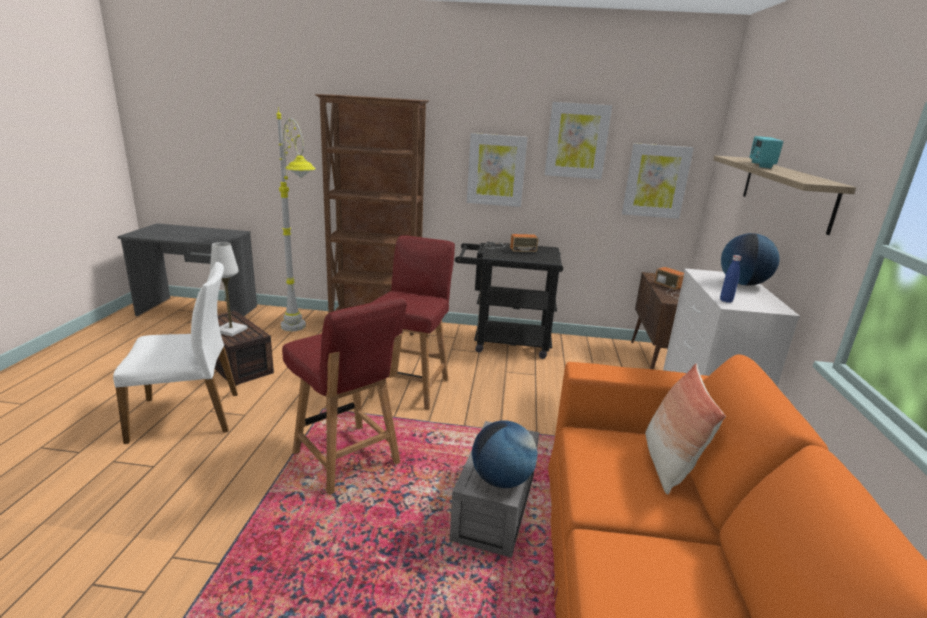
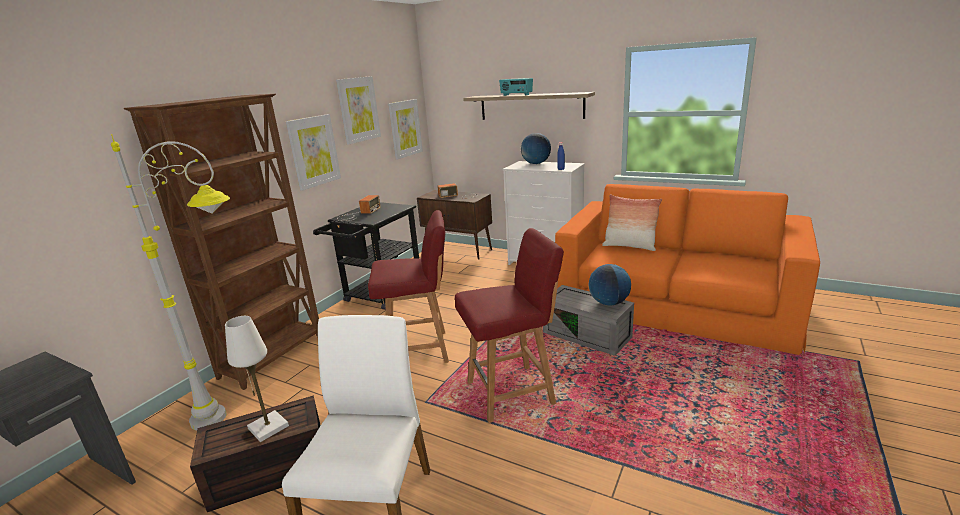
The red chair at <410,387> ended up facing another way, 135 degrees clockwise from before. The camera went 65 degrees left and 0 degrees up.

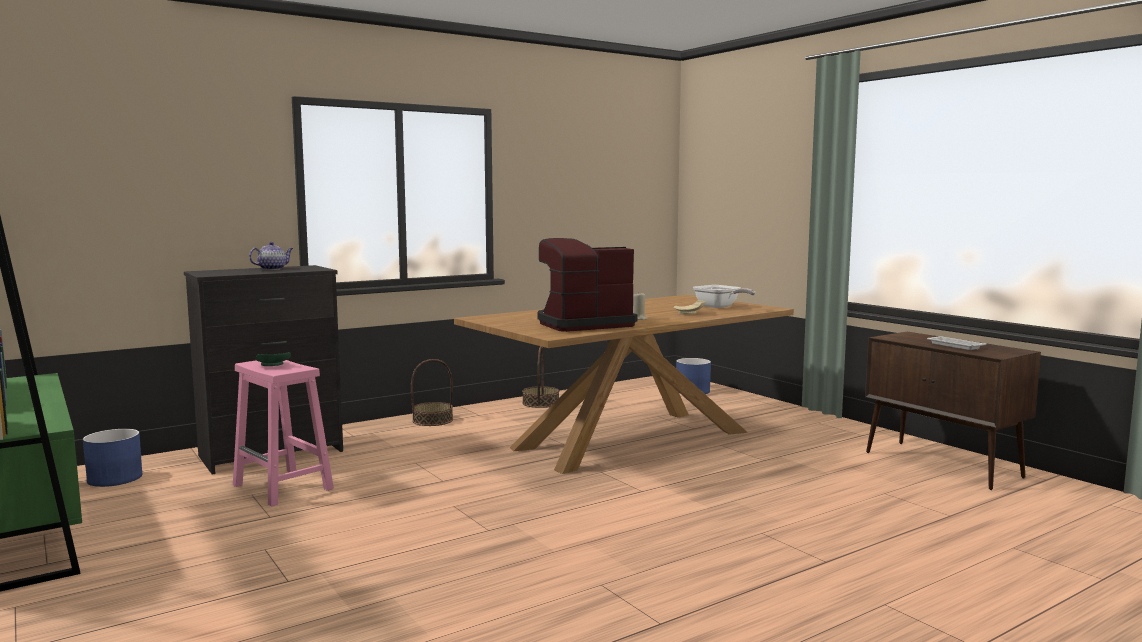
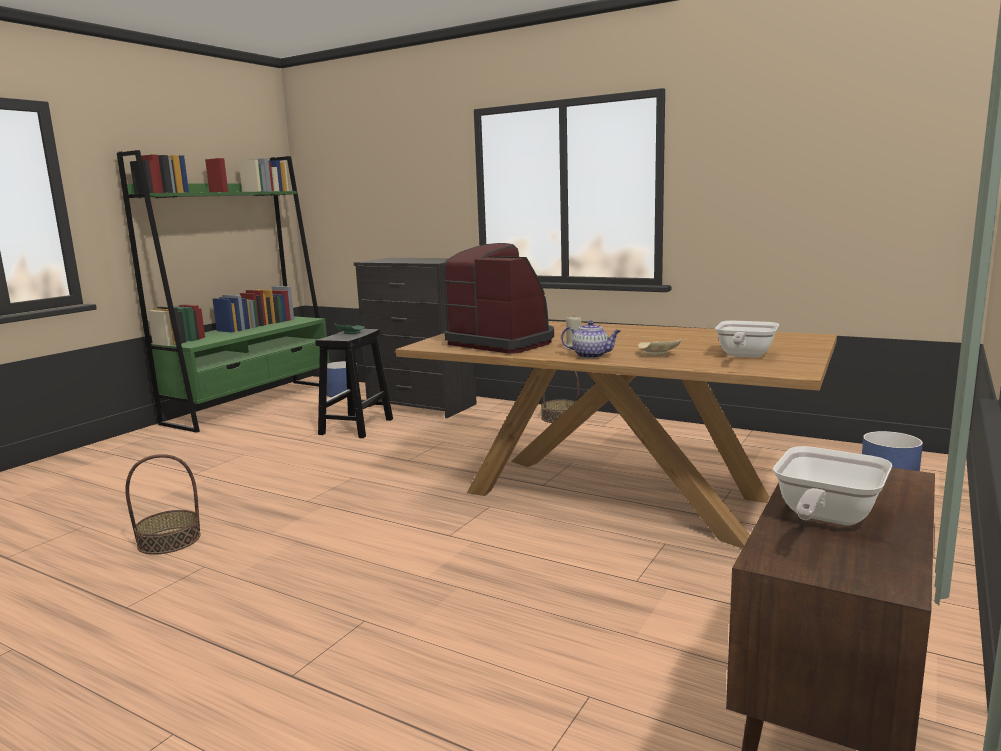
The teapot ended up elsewhere, having gone from <272,269> to <591,356>. The basket ended up elsewhere, having gone from <541,403> to <169,541>. Where the white tray stood at <954,346>, the frying pan came to stand at <824,518>. What was the pink stool at <284,487> turned into the black stool at <356,427>. The camera went 65 degrees right and 5 degrees up.

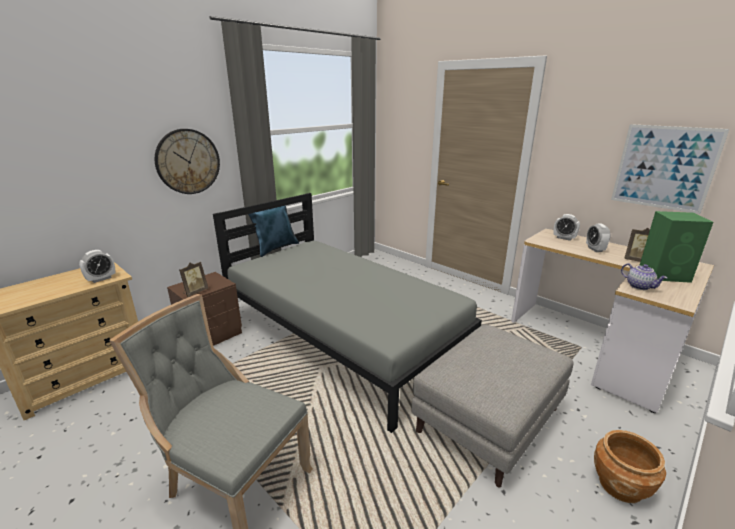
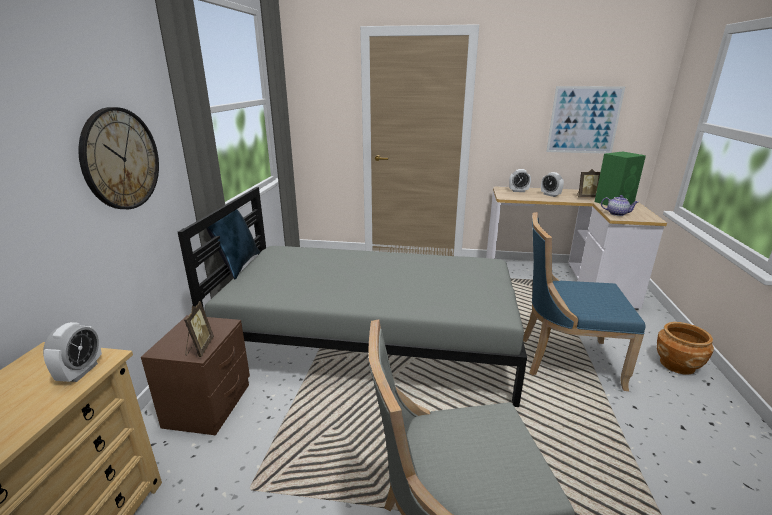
Where the grey ottoman stood at <488,419>, the blue chair came to stand at <564,360>. The camera went 35 degrees left and 0 degrees up.

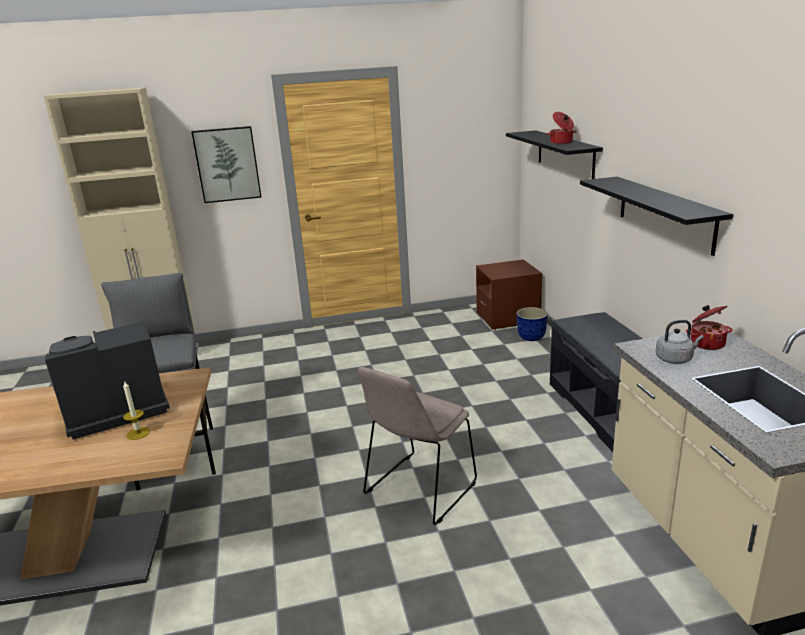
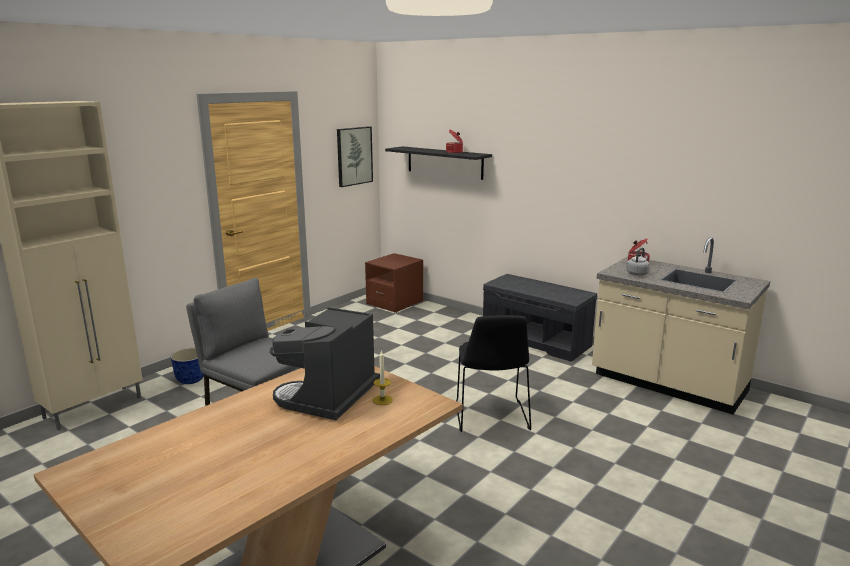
The second view lost the black shelf at <665,213>. The picture ended up elsewhere, having gone from <227,164> to <354,156>. The planter ended up elsewhere, having gone from <531,338> to <191,380>. What was the beige chair at <418,490> turned into the black chair at <491,418>. The camera went 40 degrees left and 5 degrees down.

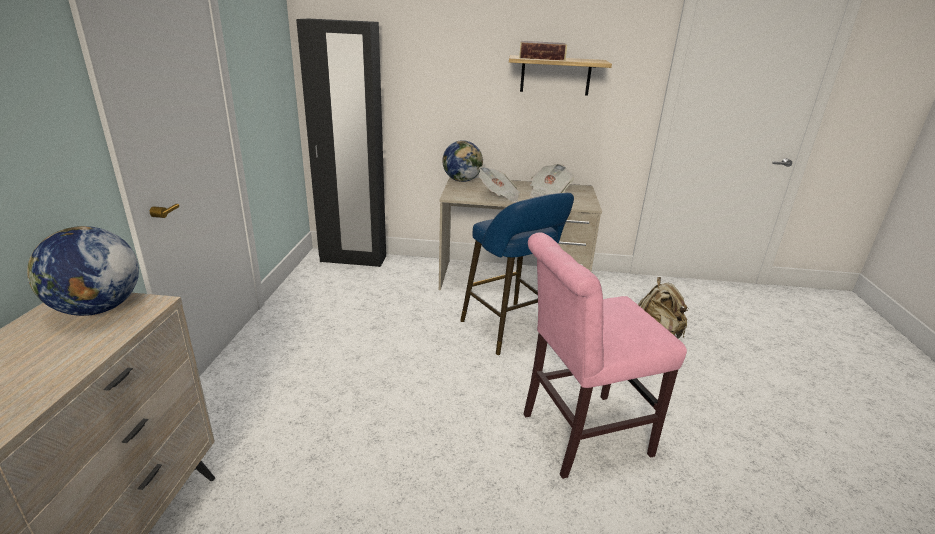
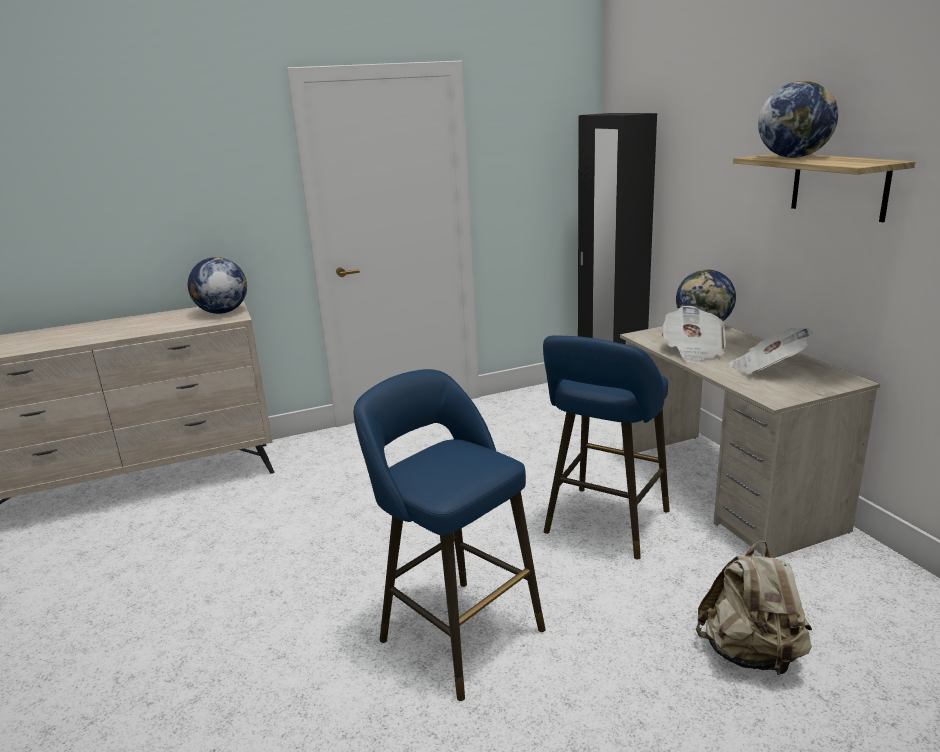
Where the book stood at <541,58>, the globe came to stand at <793,157>. Where the pink chair stood at <579,435>, the blue stool came to stand at <455,631>. The camera went 65 degrees right and 5 degrees down.

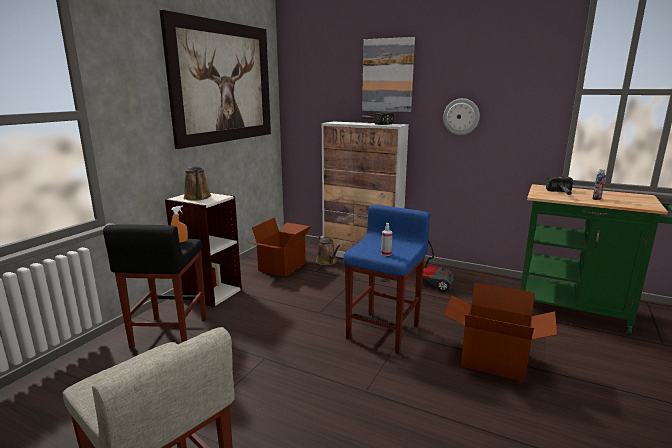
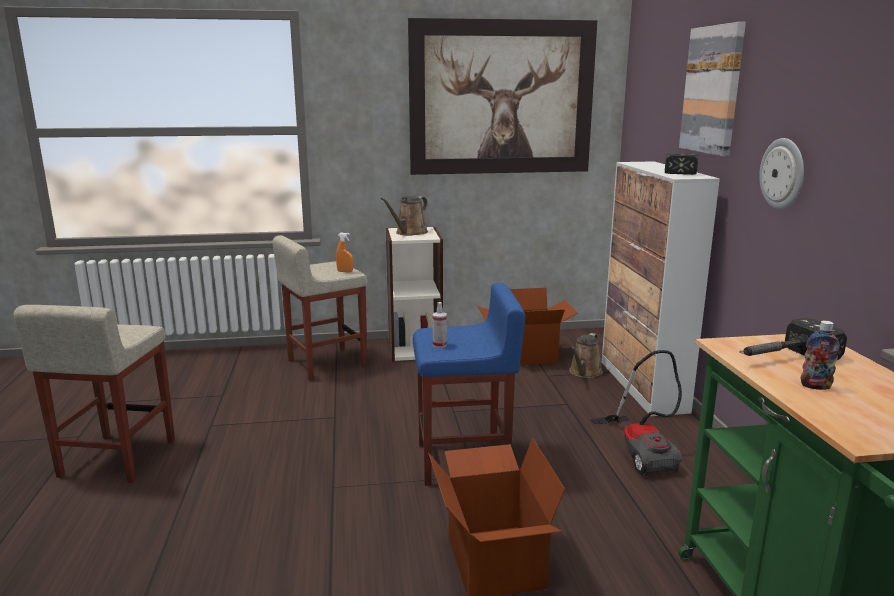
What was the black stool at <169,333> turned into the beige stool at <325,364>. The camera went 55 degrees right and 0 degrees up.

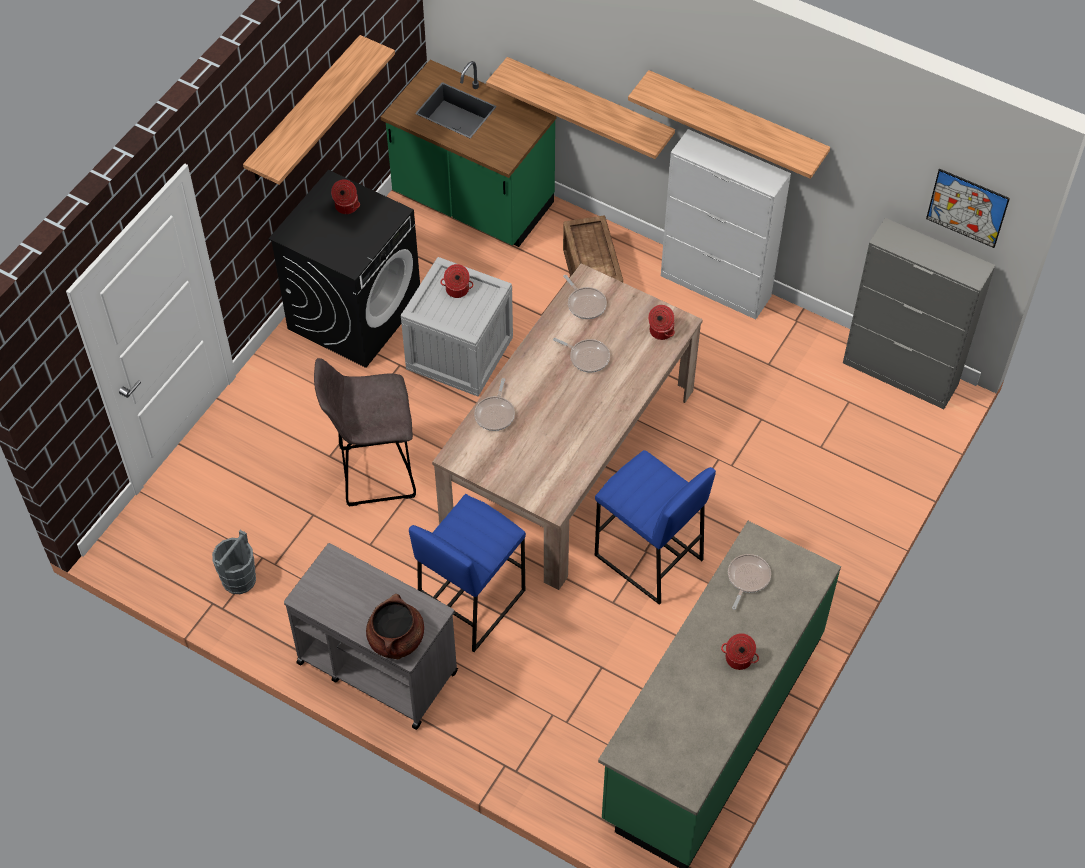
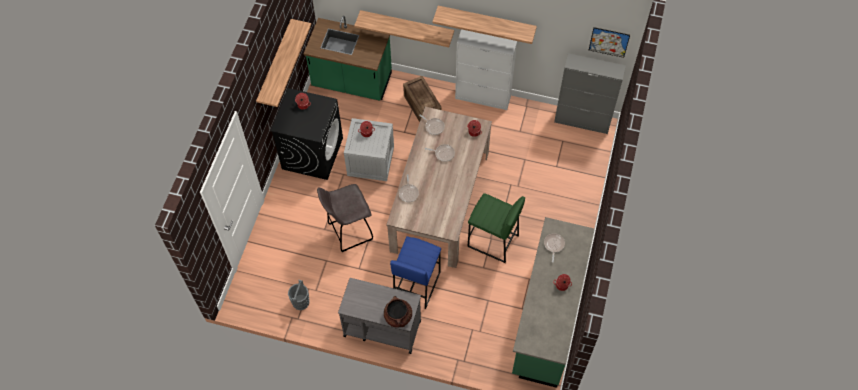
What was the blue stool at <648,558> turned into the green stool at <492,241>. The camera went 15 degrees left and 5 degrees up.

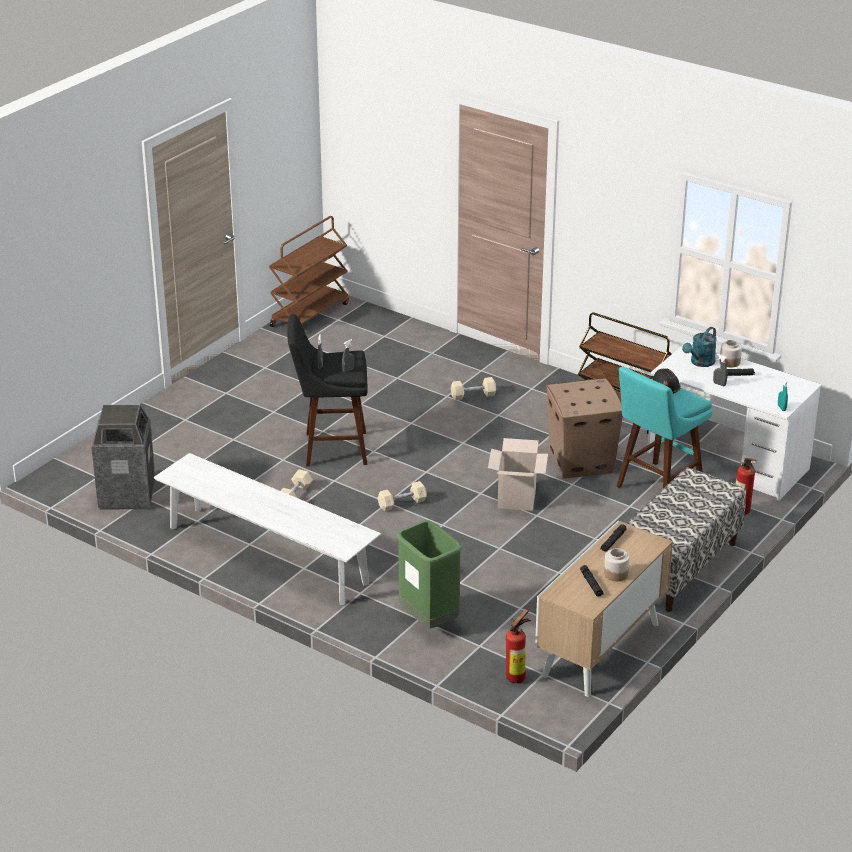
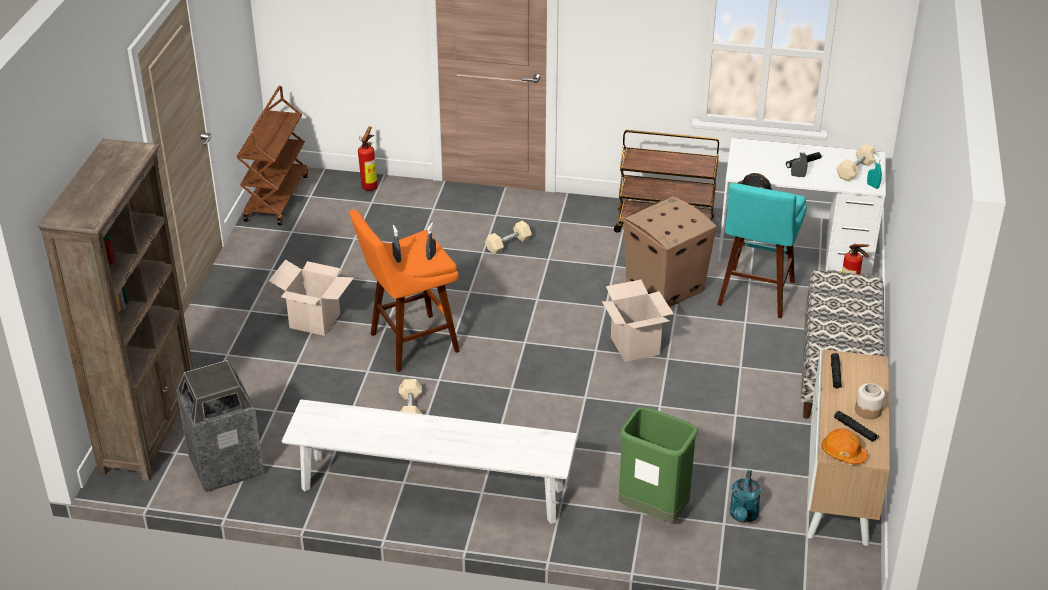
The second view lost the jar at <729,362>. The second view gained the brown bookcase at <149,430>. The second view gained the cardboard box at <315,321>. The second view gained the orange hard hat at <843,453>. The beige dumbbell ended up elsewhere, having gone from <402,503> to <856,170>. The fire extinguisher ended up elsewhere, having gone from <518,677> to <371,186>. The turquoise watering can ended up elsewhere, having gone from <700,363> to <743,516>. What was the black stool at <330,449> turned into the orange stool at <408,344>. The camera went 25 degrees left and 5 degrees up.

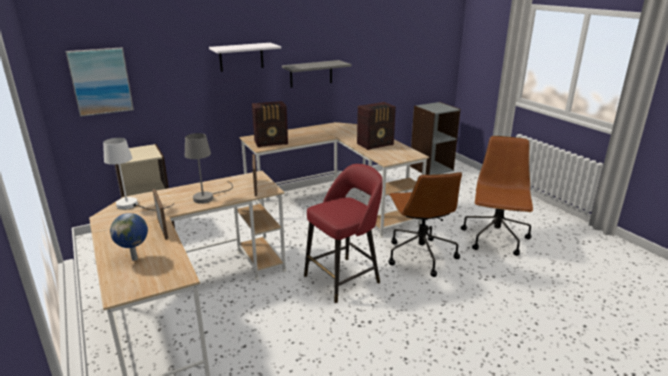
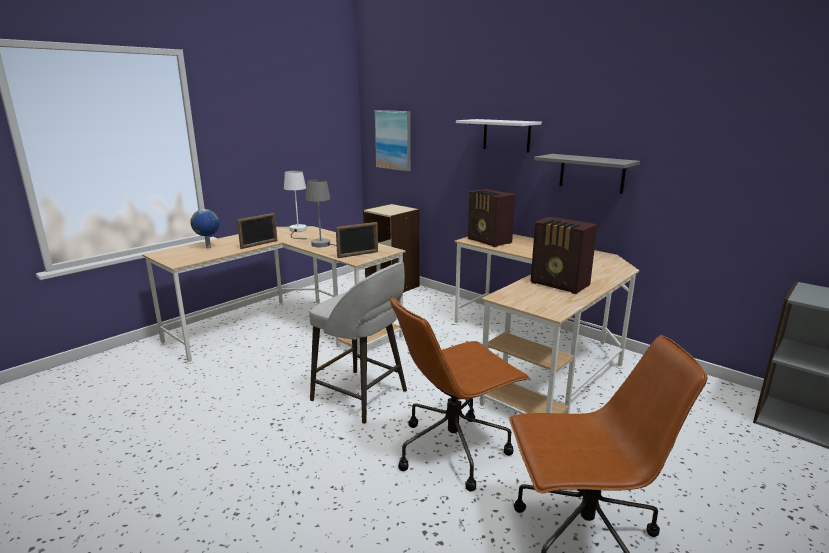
What was the red stool at <344,278> turned into the grey stool at <361,396>. The camera went 70 degrees right and 5 degrees down.

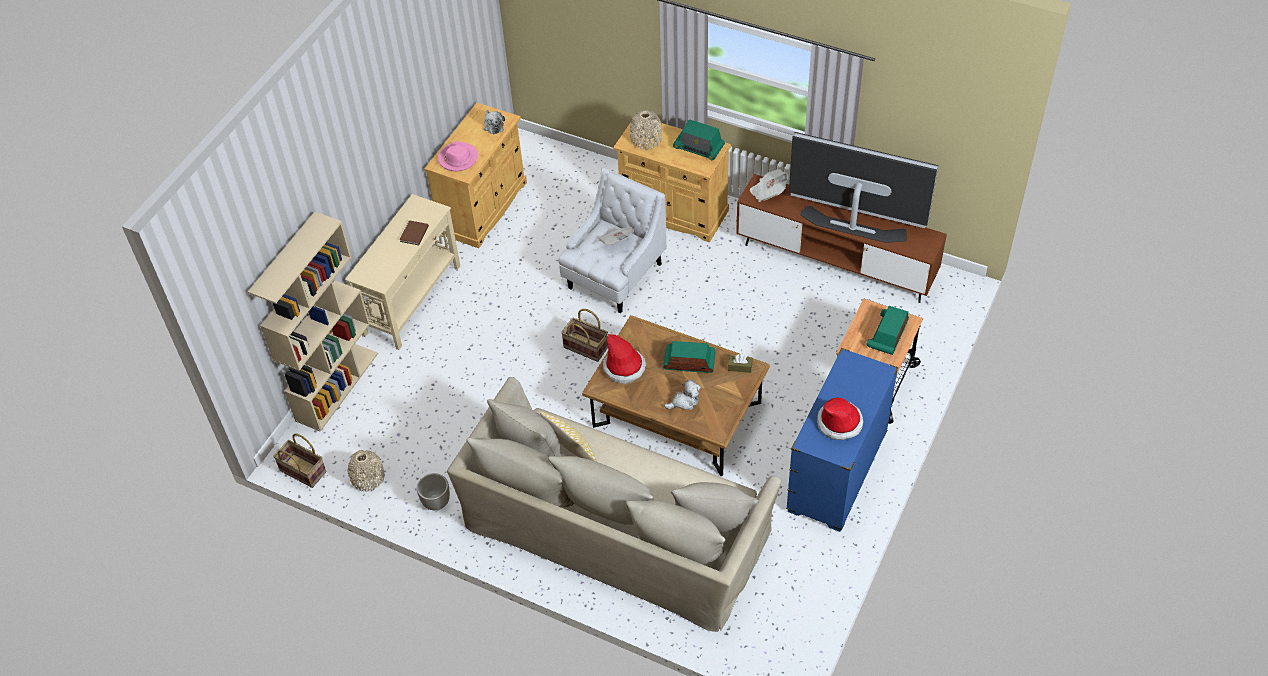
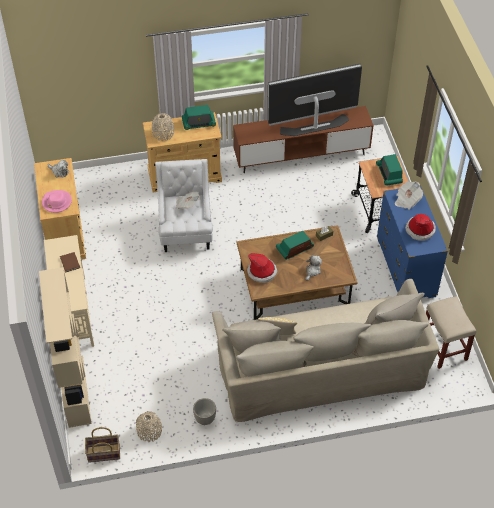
The second view lost the basket at <586,347>. The second view gained the beige stool at <444,348>. The newspaper ended up elsewhere, having gone from <768,192> to <407,200>. The camera went 40 degrees left and 0 degrees up.

